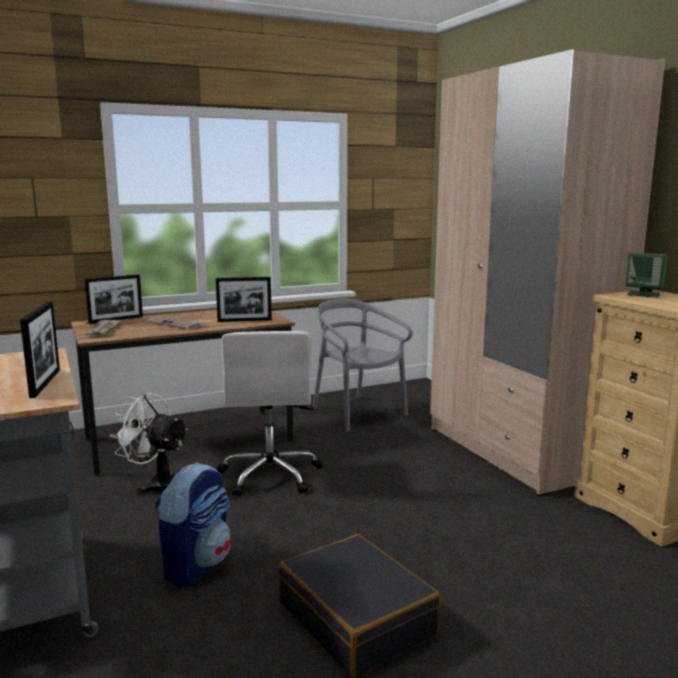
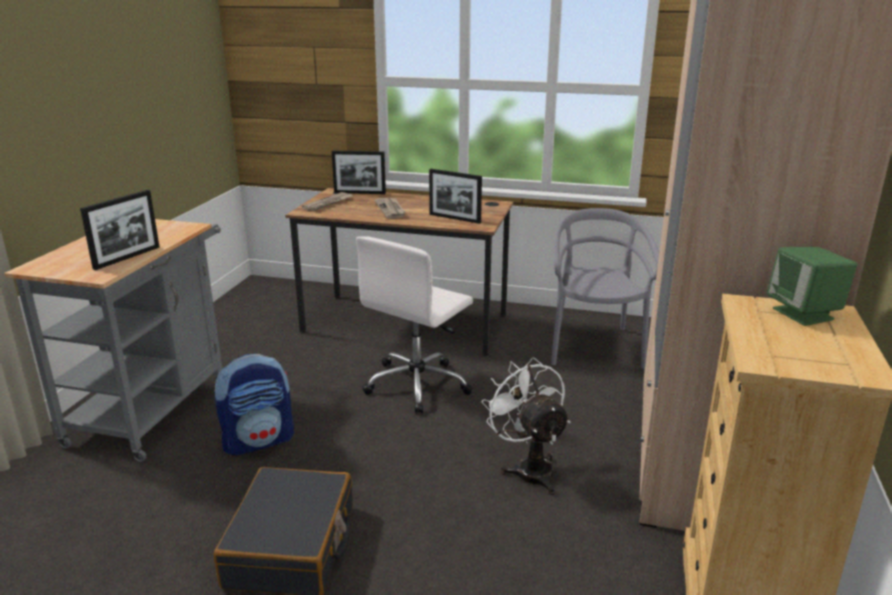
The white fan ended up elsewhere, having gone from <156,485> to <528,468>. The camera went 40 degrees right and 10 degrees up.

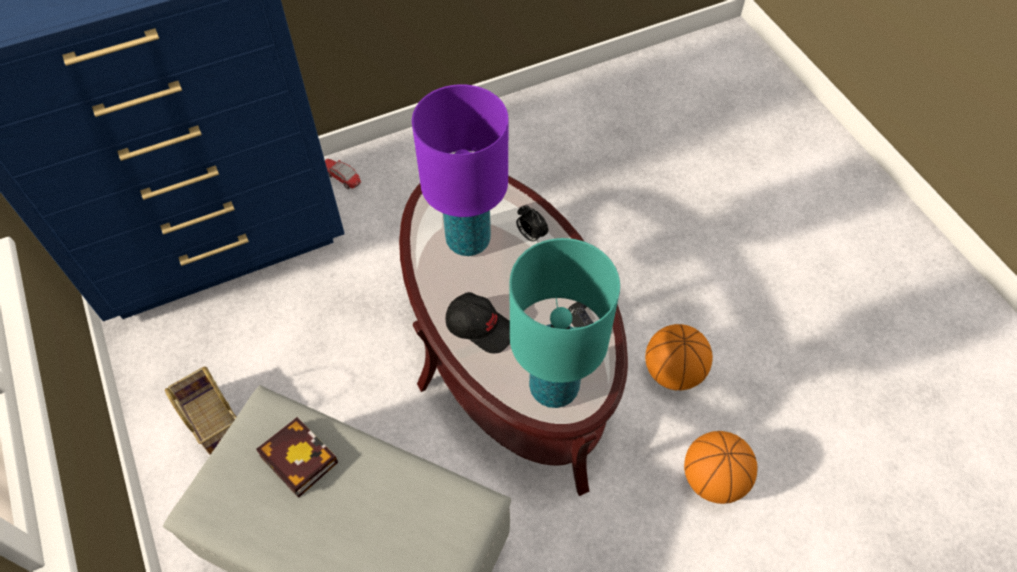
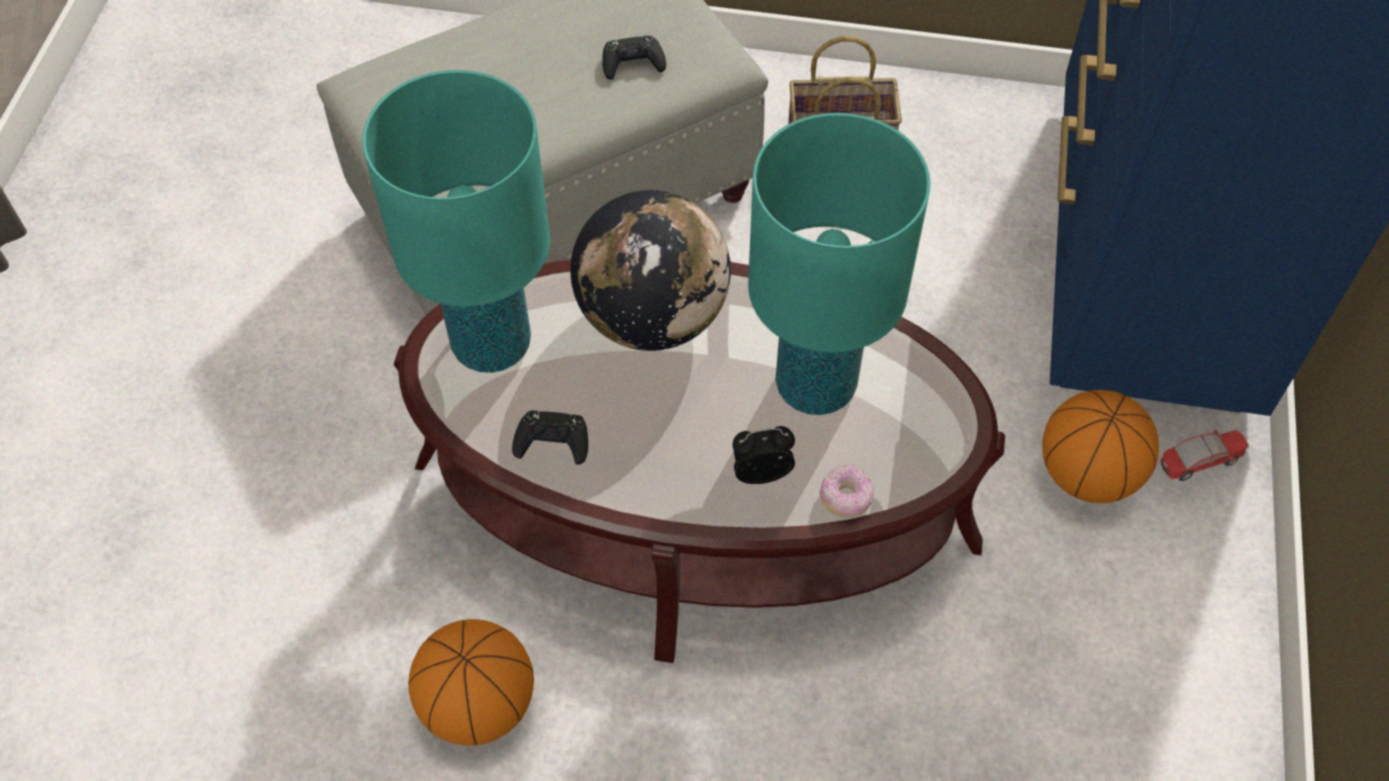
The second view gained the donut at <846,498>. The basketball ended up elsewhere, having gone from <713,479> to <1087,474>. Where the book stood at <296,458>, the black game controller came to stand at <633,63>. Where the black cap stood at <480,327>, the globe came to stand at <653,317>. What was the purple table lamp at <468,241> turned into the turquoise table lamp at <814,385>. The camera went 125 degrees right and 0 degrees up.

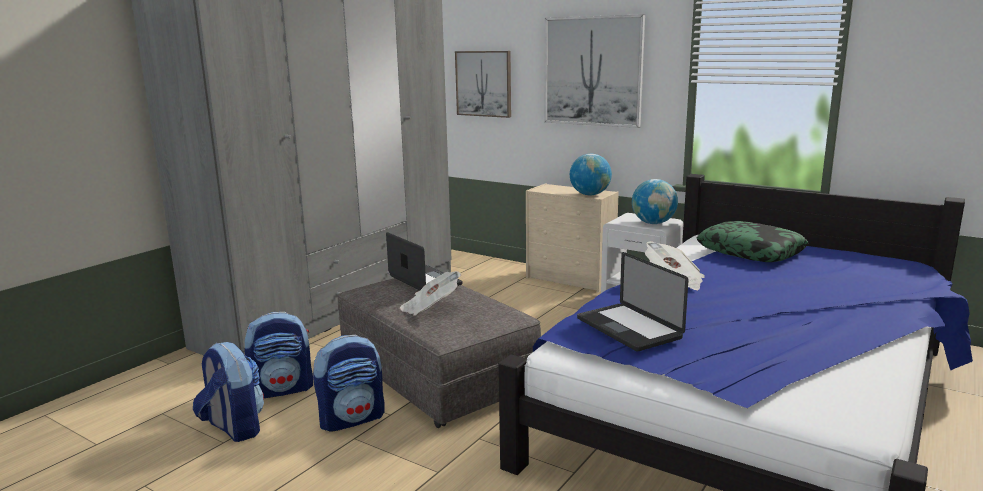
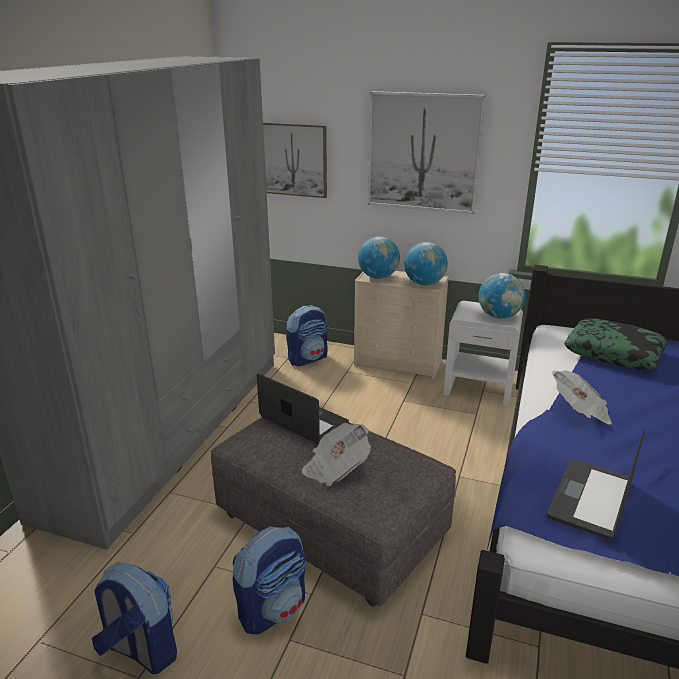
The second view gained the globe at <378,277>. The backpack ended up elsewhere, having gone from <283,389> to <308,358>. The laptop at <628,328> ended up facing another way, 75 degrees clockwise from before. The camera went 15 degrees left and 10 degrees up.

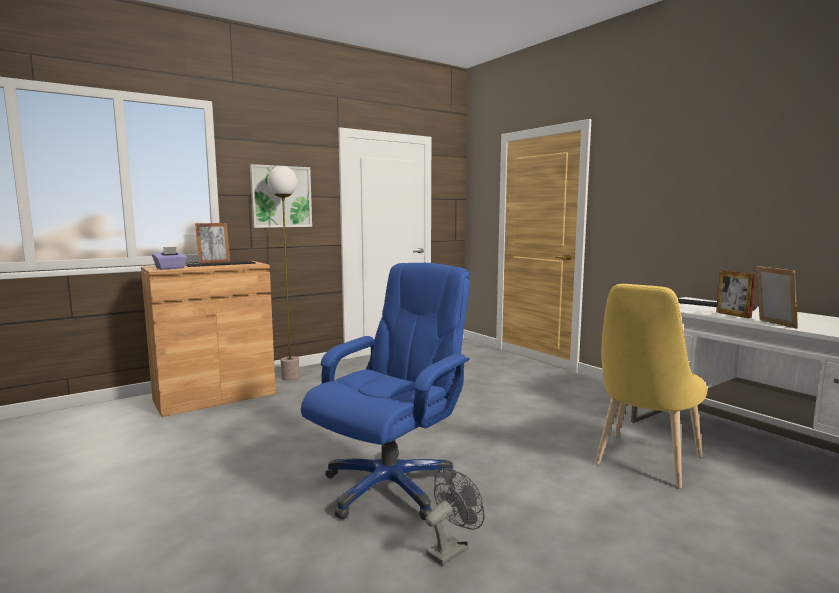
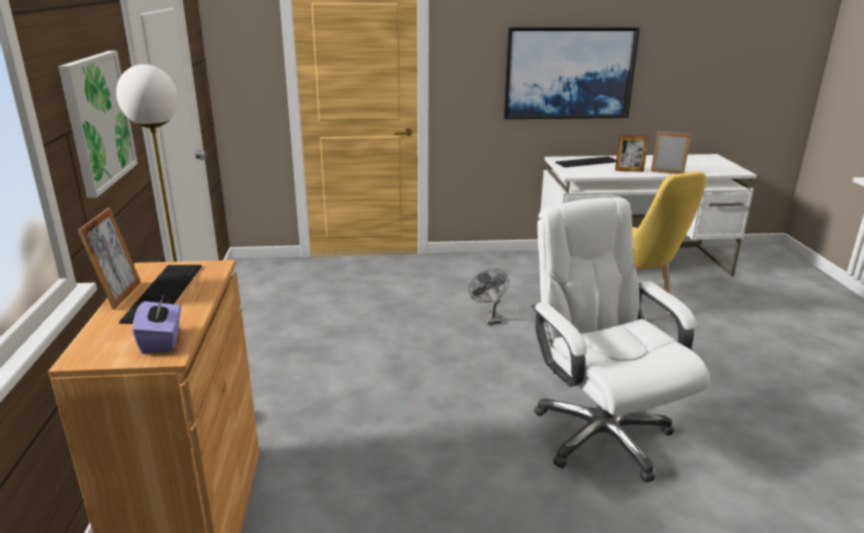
The second view gained the picture at <569,73>. The grey fan ended up elsewhere, having gone from <451,549> to <488,317>. What was the blue office chair at <390,486> turned into the white office chair at <600,434>. The camera went 60 degrees left and 15 degrees up.

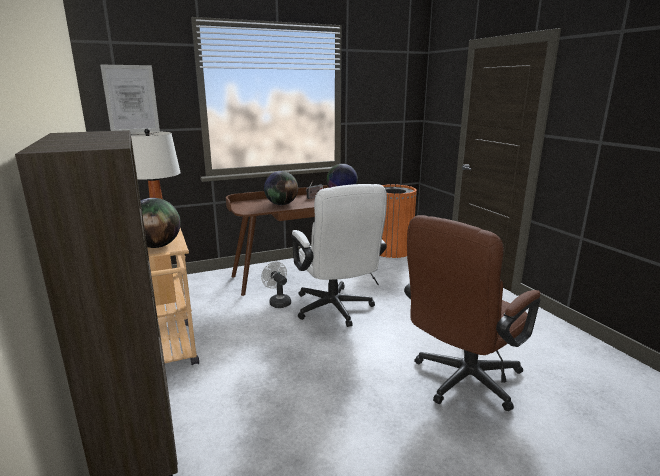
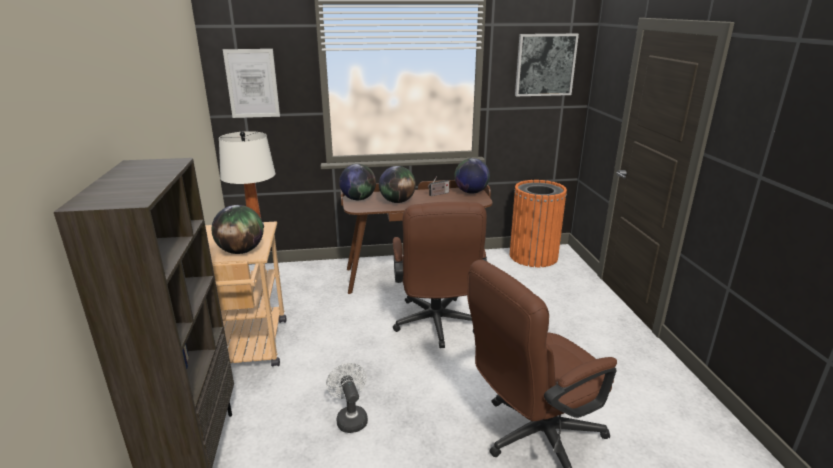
The second view gained the globe at <358,199>. The second view gained the picture at <545,65>. The white fan ended up elsewhere, having gone from <278,302> to <350,418>. What was the white office chair at <336,310> turned into the brown office chair at <436,326>. The camera went 15 degrees right and 5 degrees up.

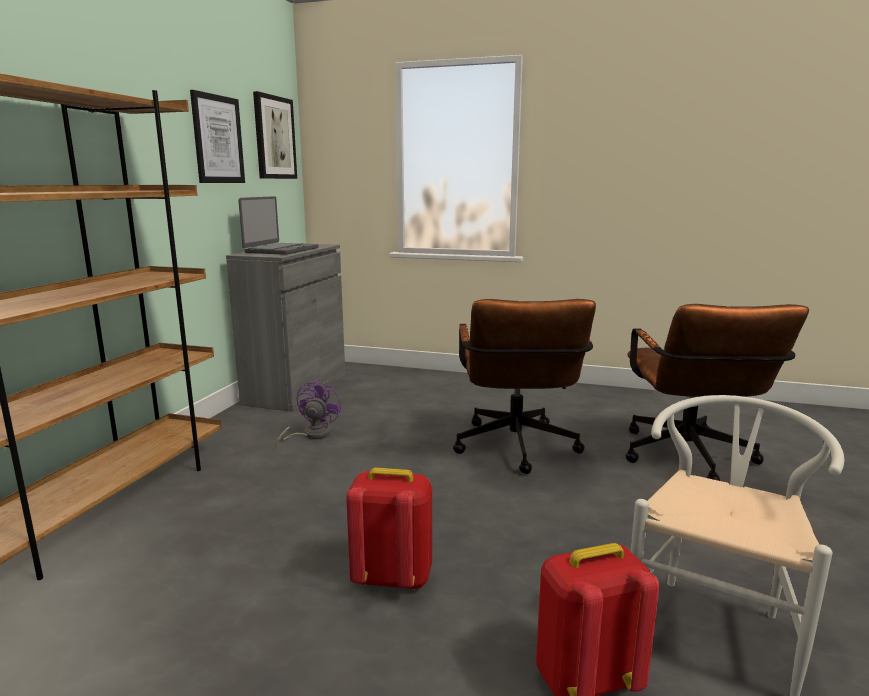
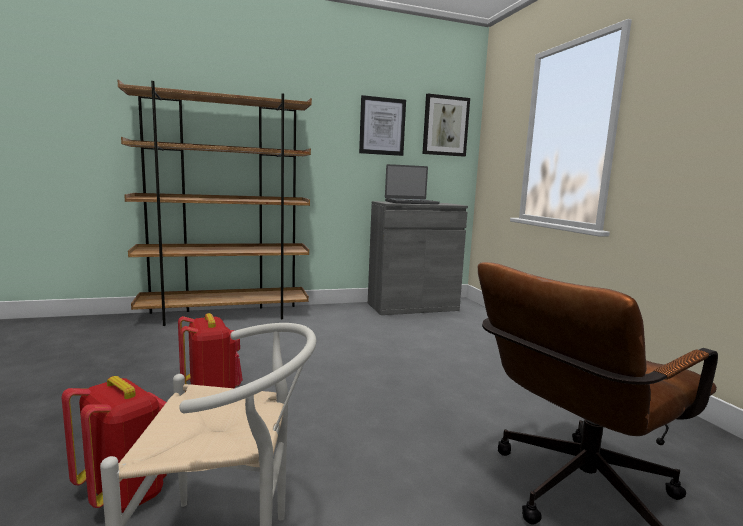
The second view lost the purple fan at <311,435>. The second view lost the brown office chair at <516,450>. The camera went 55 degrees right and 5 degrees down.

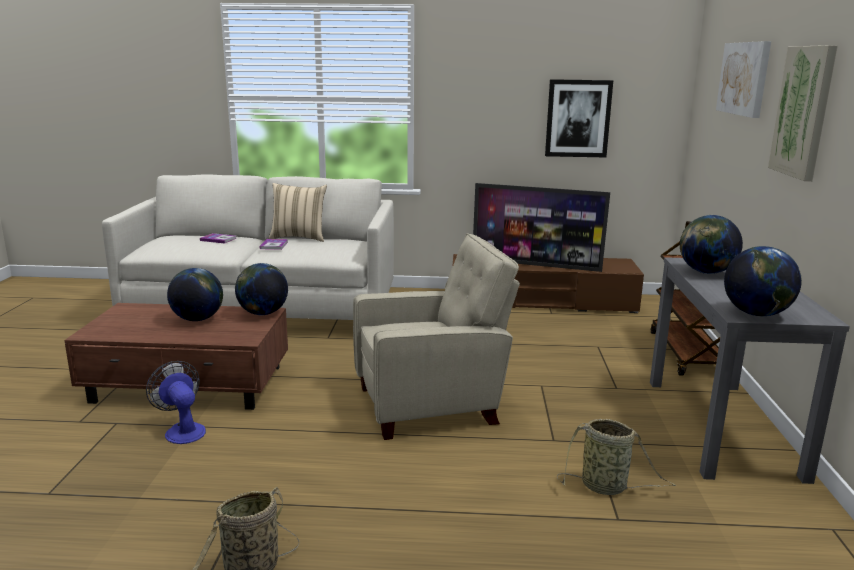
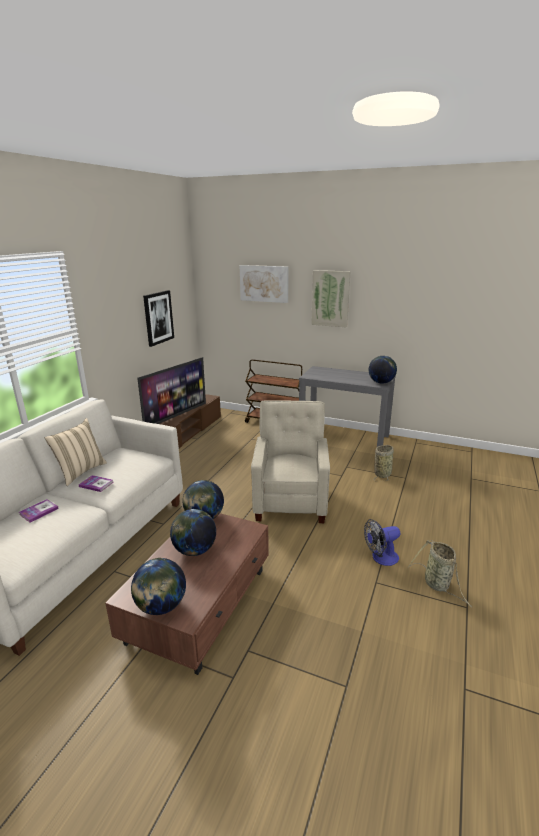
The fan ended up elsewhere, having gone from <182,430> to <381,558>. The globe ended up elsewhere, having gone from <706,272> to <161,606>. The camera went 70 degrees left and 5 degrees up.

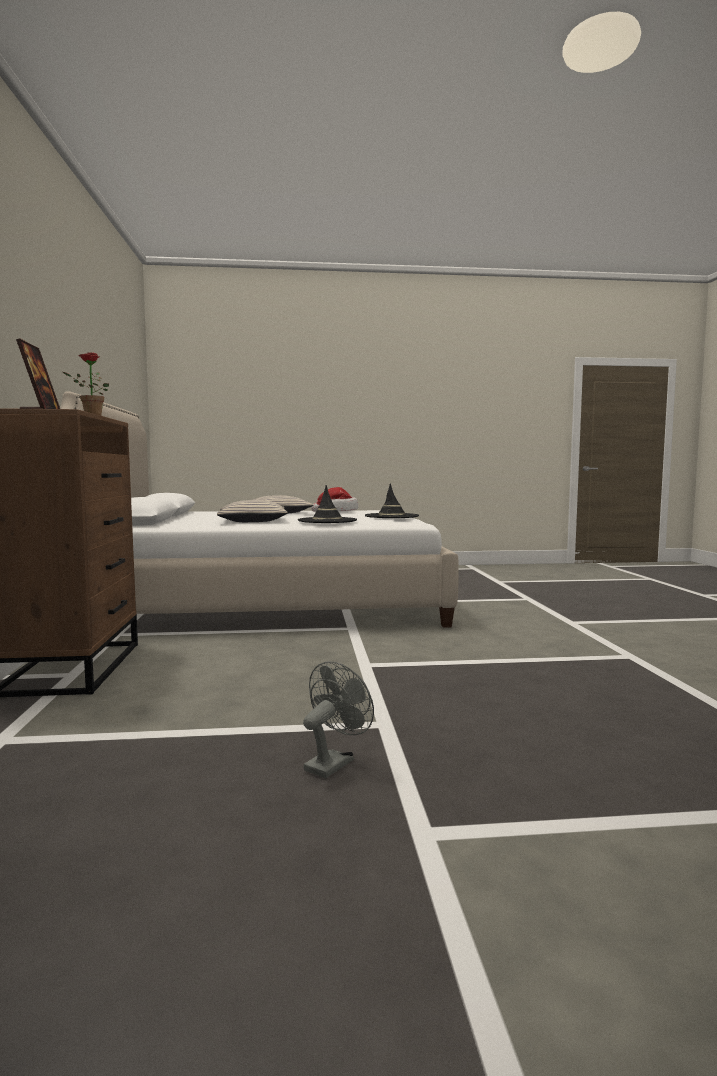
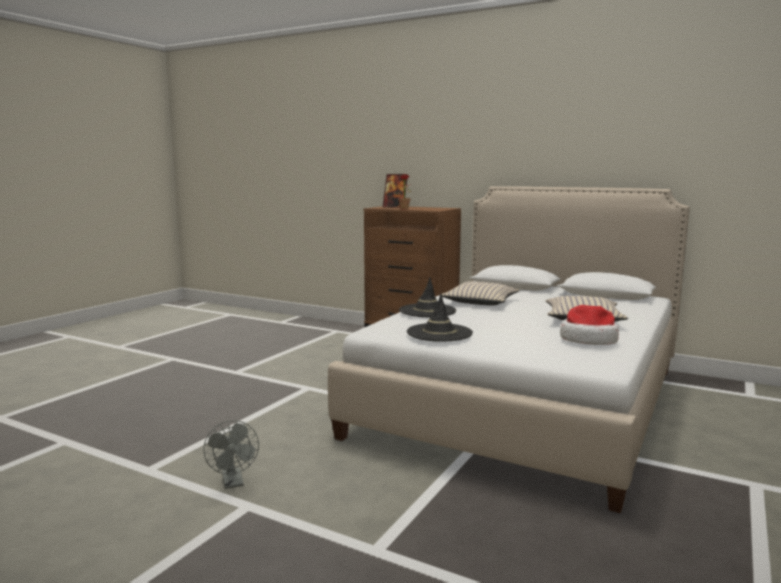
The grey fan ended up elsewhere, having gone from <333,762> to <233,483>. The camera went 125 degrees right and 5 degrees up.

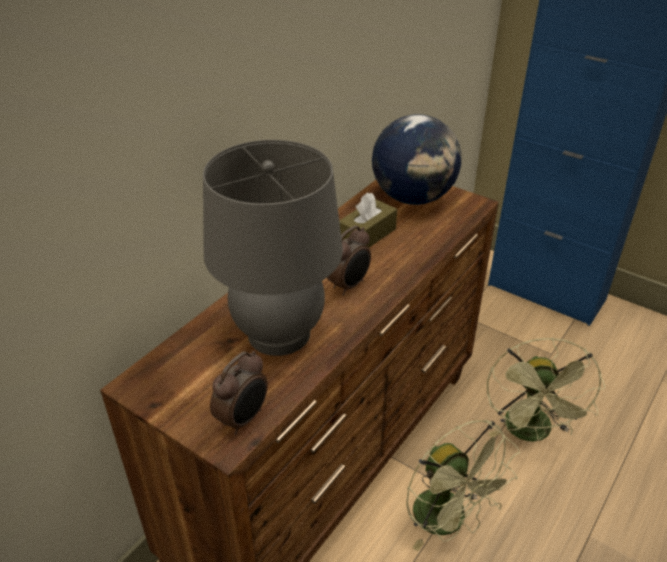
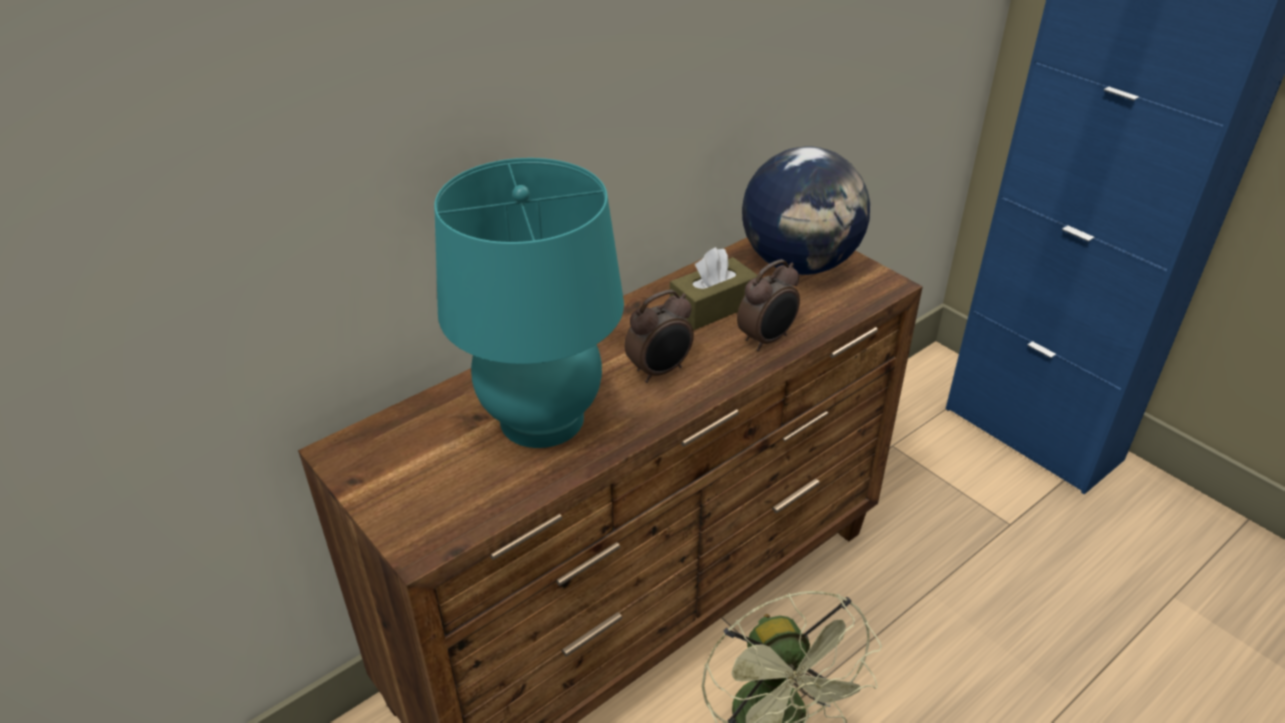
The second view lost the green fan at <531,433>. The alarm clock ended up elsewhere, having gone from <243,419> to <767,340>. What was the grey table lamp at <279,334> turned into the turquoise table lamp at <542,419>. The camera went 15 degrees right and 0 degrees up.

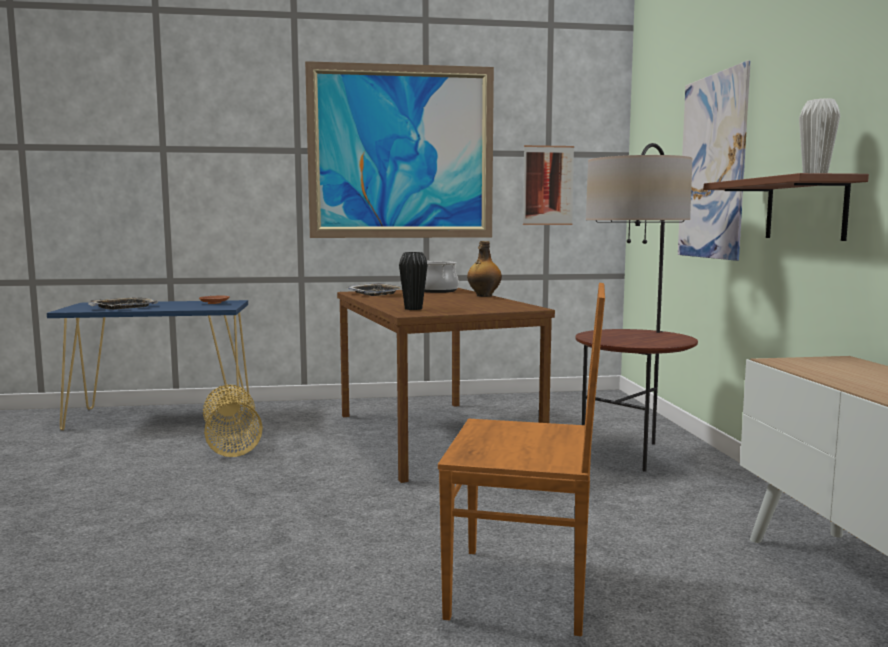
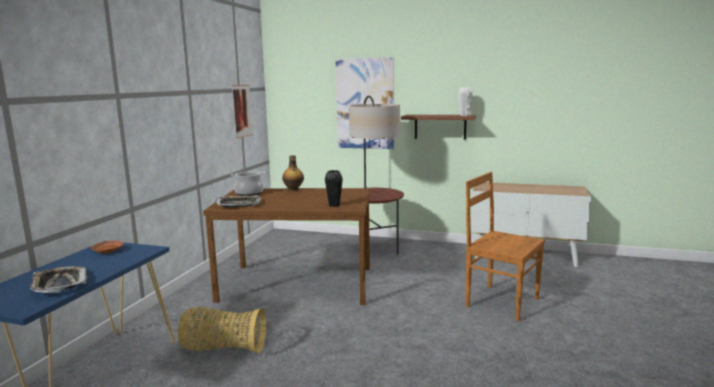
The second view lost the picture at <401,152>. The brown chair at <525,589> ended up facing another way, 90 degrees counterclockwise from before. The camera went 65 degrees left and 5 degrees up.

